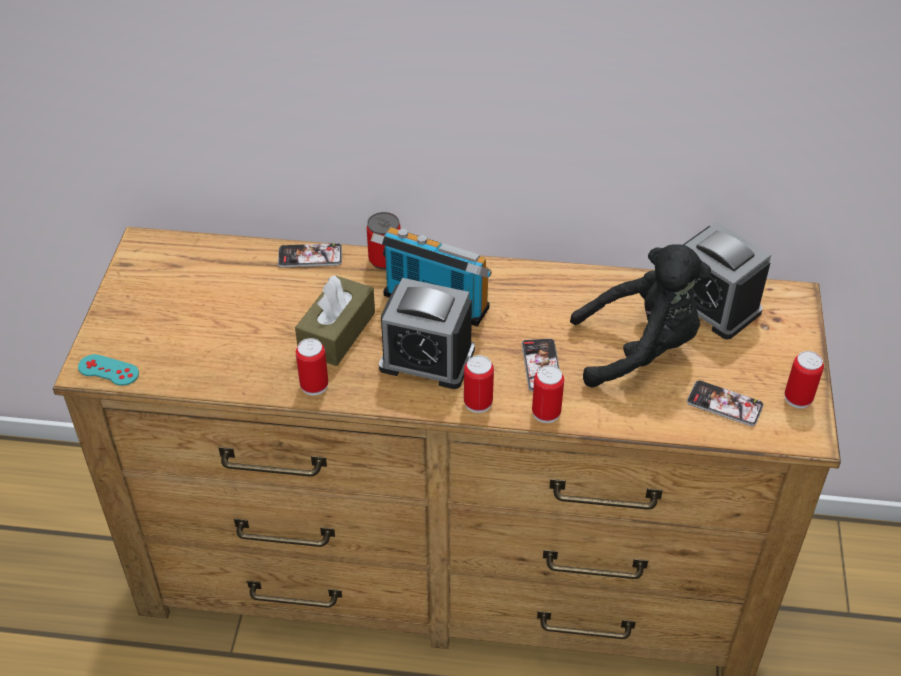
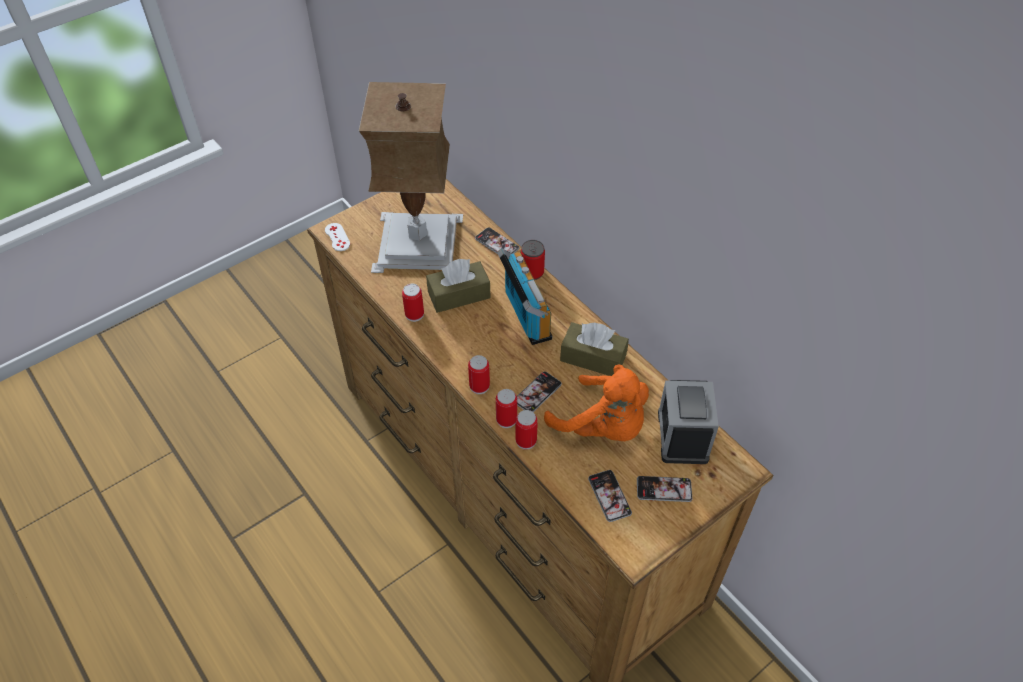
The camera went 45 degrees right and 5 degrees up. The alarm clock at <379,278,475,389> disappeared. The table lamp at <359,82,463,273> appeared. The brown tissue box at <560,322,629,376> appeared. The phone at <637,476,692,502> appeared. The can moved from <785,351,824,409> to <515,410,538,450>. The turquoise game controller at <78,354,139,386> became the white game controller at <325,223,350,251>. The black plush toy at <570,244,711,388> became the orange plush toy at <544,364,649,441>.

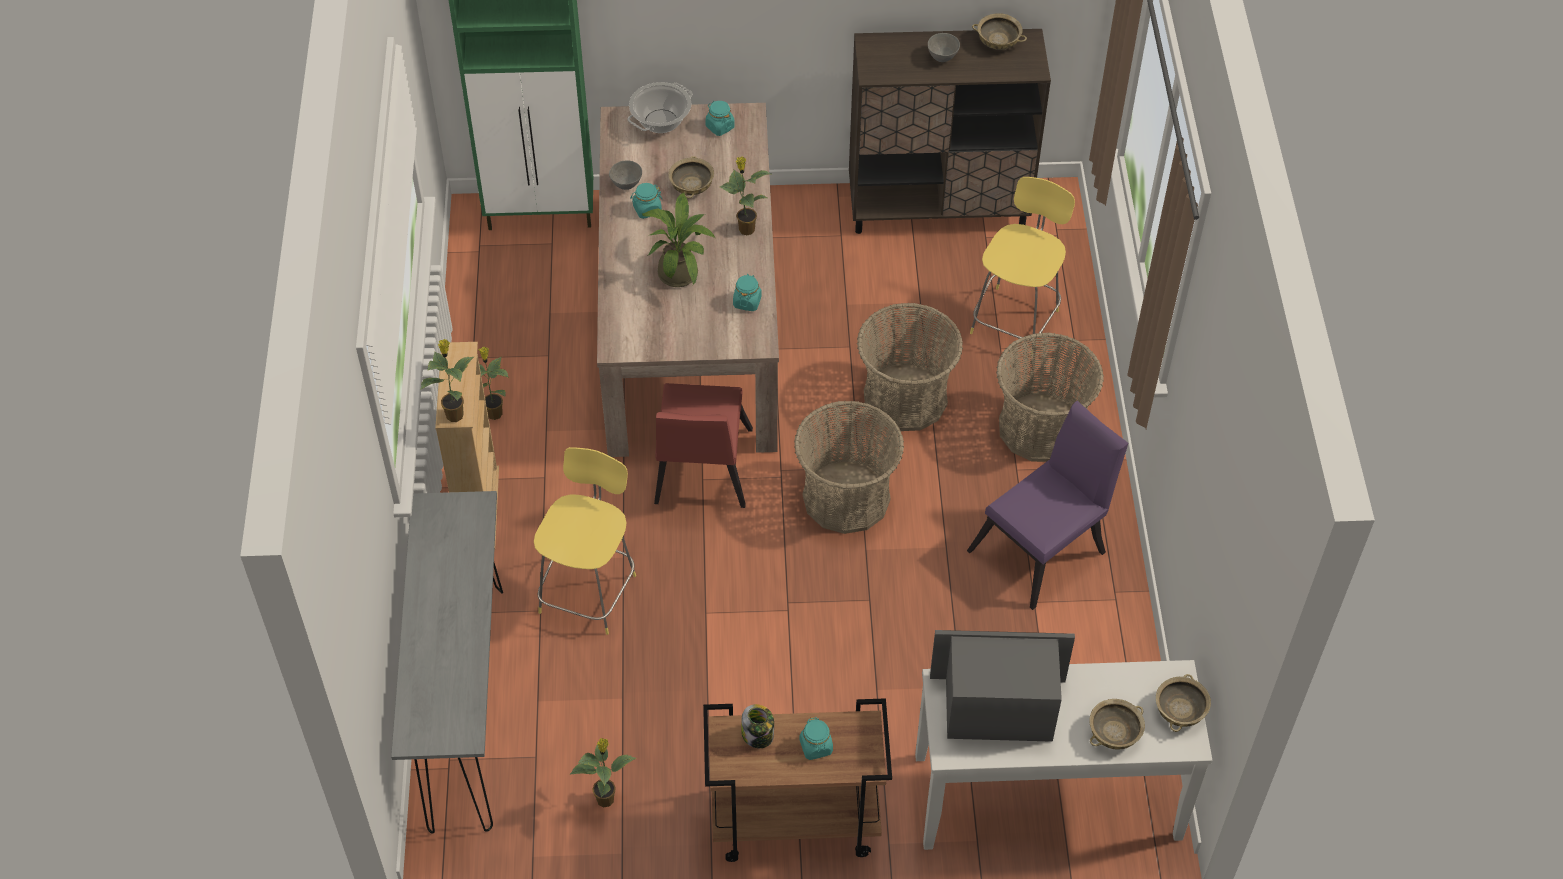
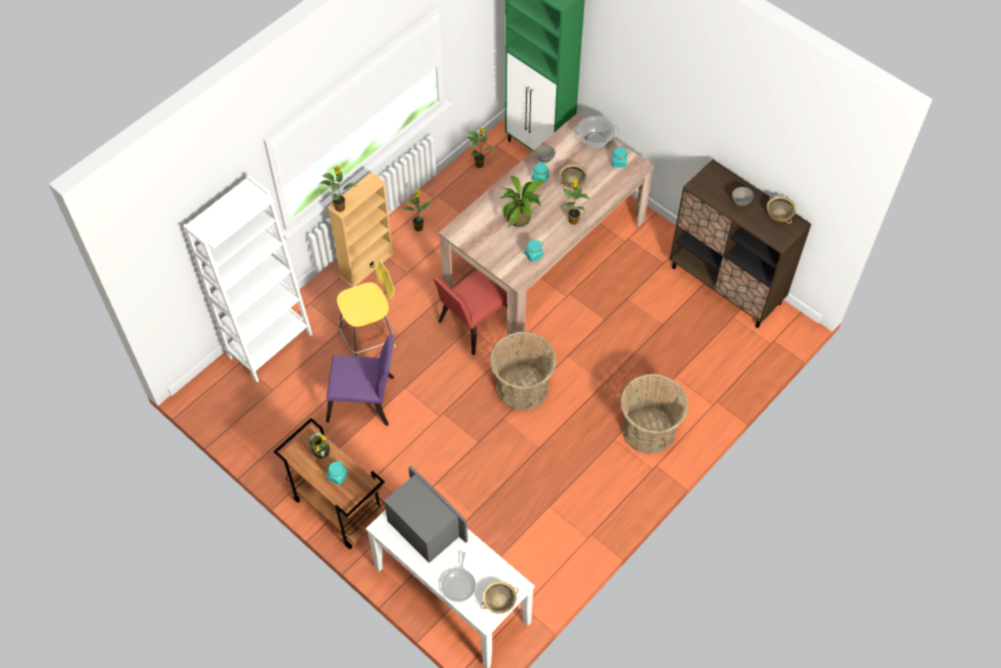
The camera went 45 degrees right and 5 degrees up. The basket at <857,303,963,431> disappeared. The yellow stool at <970,177,1075,354> disappeared. The potted plant moved from <570,738,636,808> to <466,128,496,168>. The purple chair moved from <967,401,1128,610> to <326,335,394,426>. The grey console table at <391,491,503,834> was replaced by the white bookcase at <183,175,313,382>. The beige bowl at <1090,699,1145,750> was replaced by the frying pan at <441,552,476,602>.

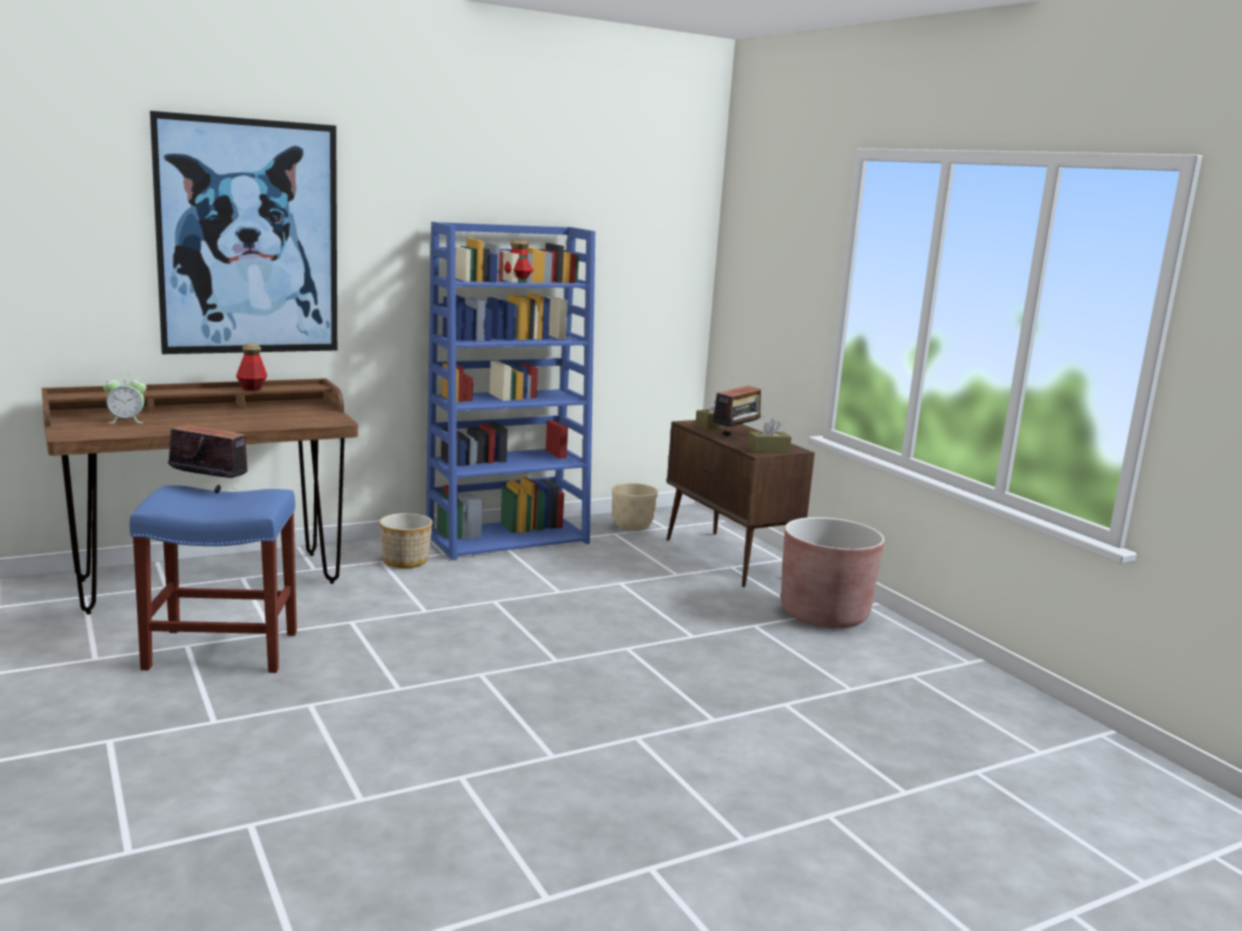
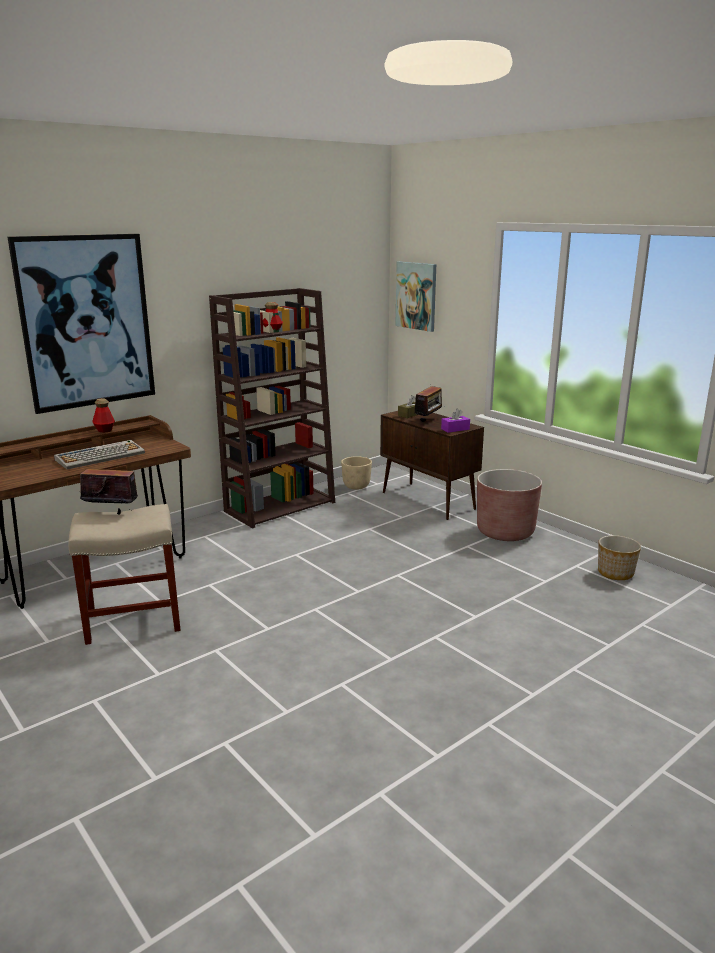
The camera went 10 degrees left and 5 degrees up. The alarm clock at <103,373,146,424> disappeared. The keyboard at <54,440,145,470> appeared. The picture at <395,261,436,332> appeared. The planter moved from <380,513,433,568> to <598,535,641,580>. The blue stool at <130,485,297,673> became the beige stool at <69,504,181,645>. The blue bookcase at <426,222,595,560> became the brown bookcase at <209,288,335,529>. The brown tissue box at <747,419,791,453> became the purple tissue box at <441,409,470,433>.

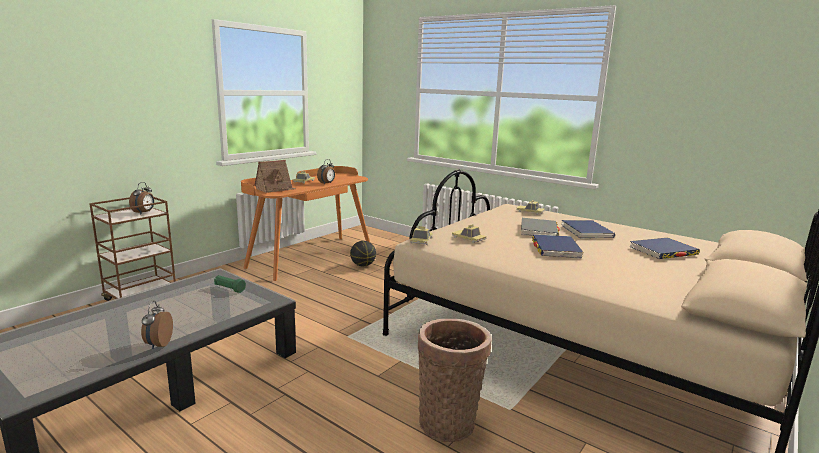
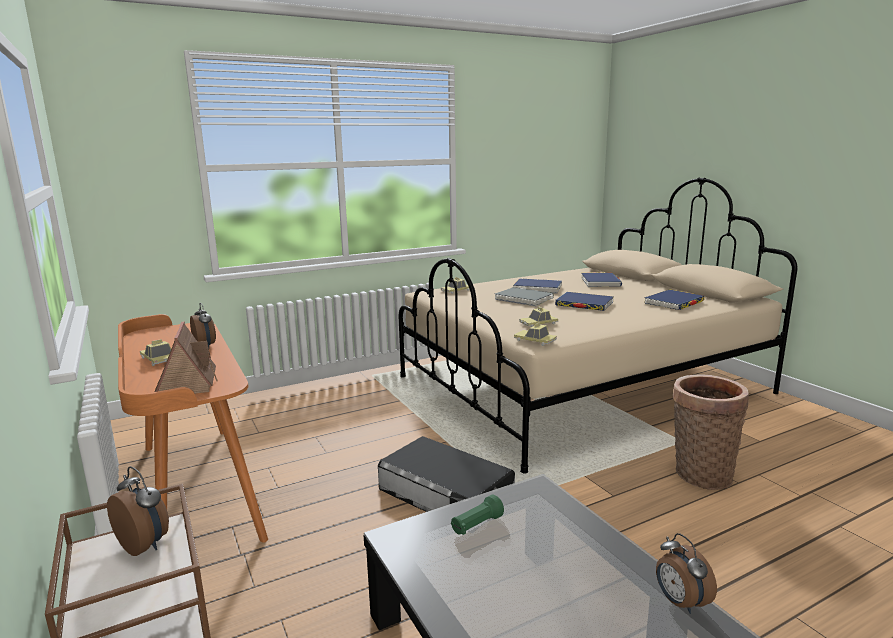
The camera went 65 degrees left and 0 degrees up. The basketball at <350,241,376,267> disappeared. The black storage box at <378,436,515,512> appeared. The blue book at <644,289,705,310> appeared. The alarm clock at <141,301,173,349> turned 45 degrees clockwise.

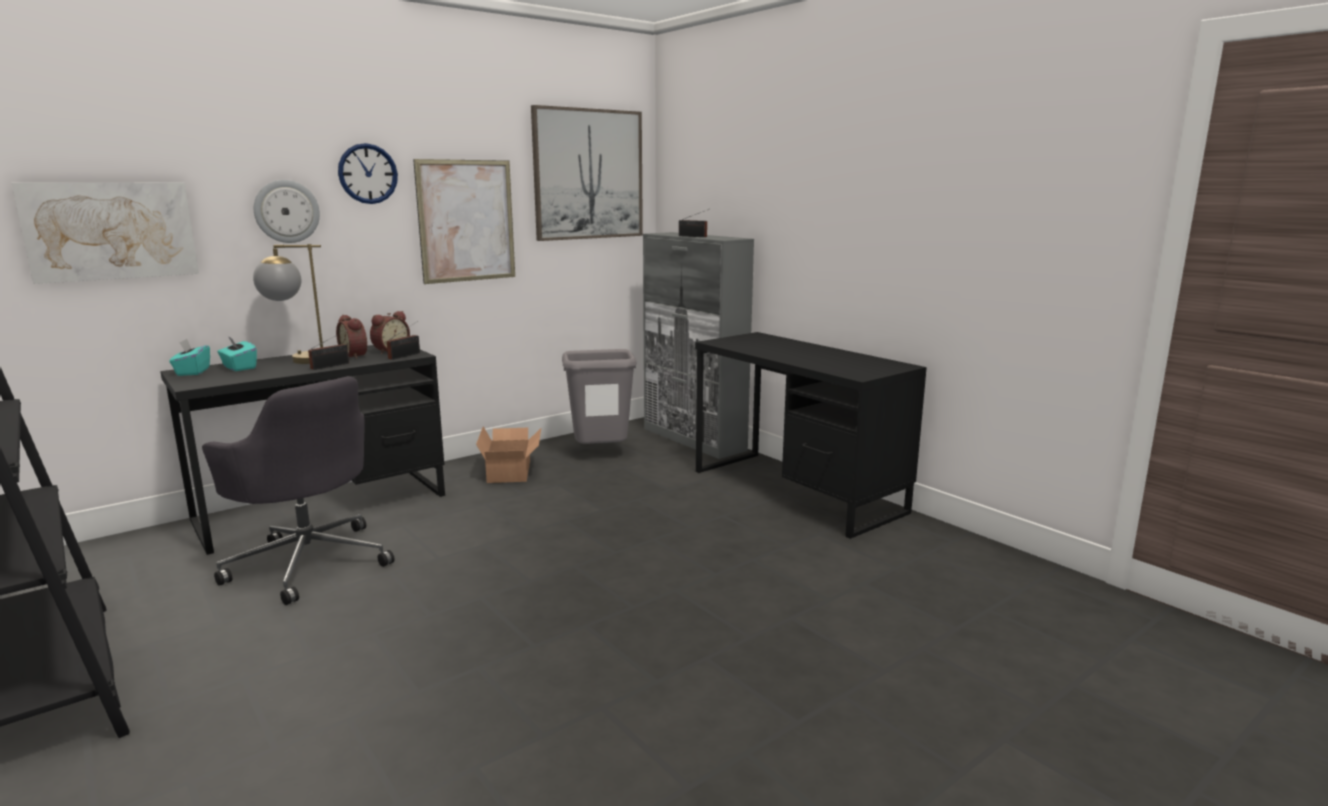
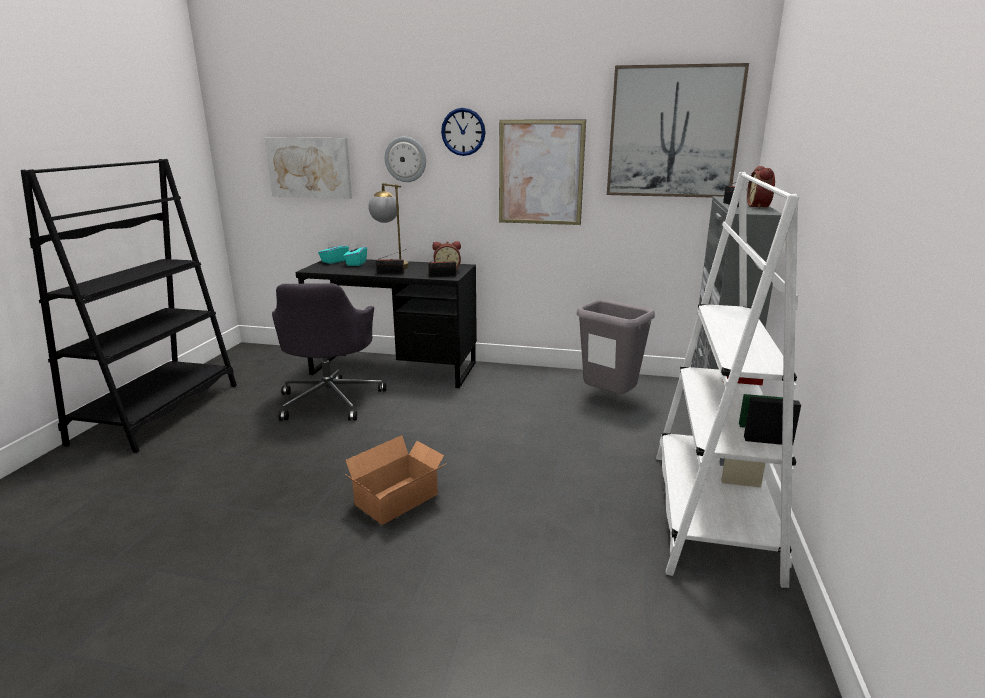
The camera went 50 degrees right and 5 degrees up. The alarm clock moved from <336,315,367,359> to <747,166,775,209>. The cardboard box moved from <476,426,541,483> to <344,435,447,525>. The black desk at <695,332,927,539> was replaced by the white bookcase at <656,172,801,588>.

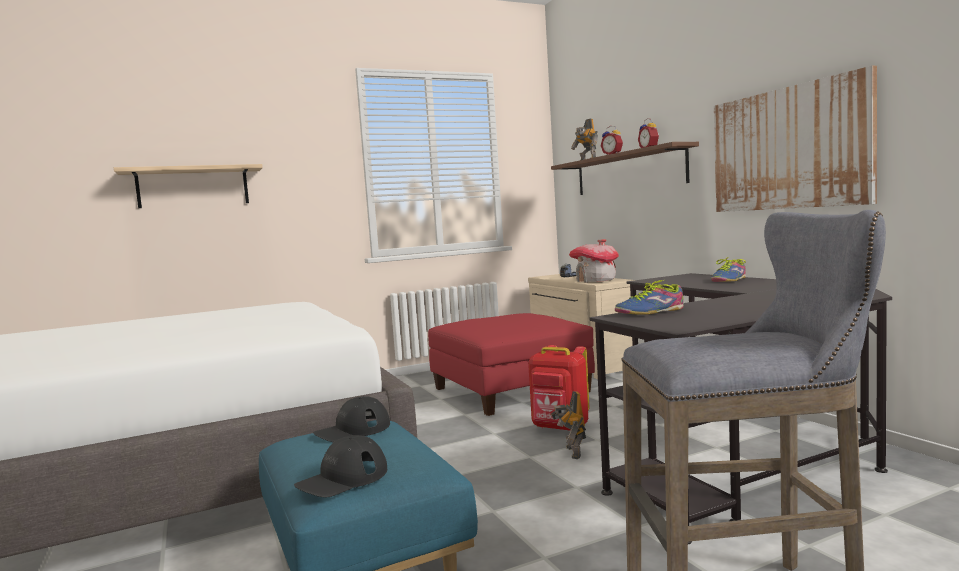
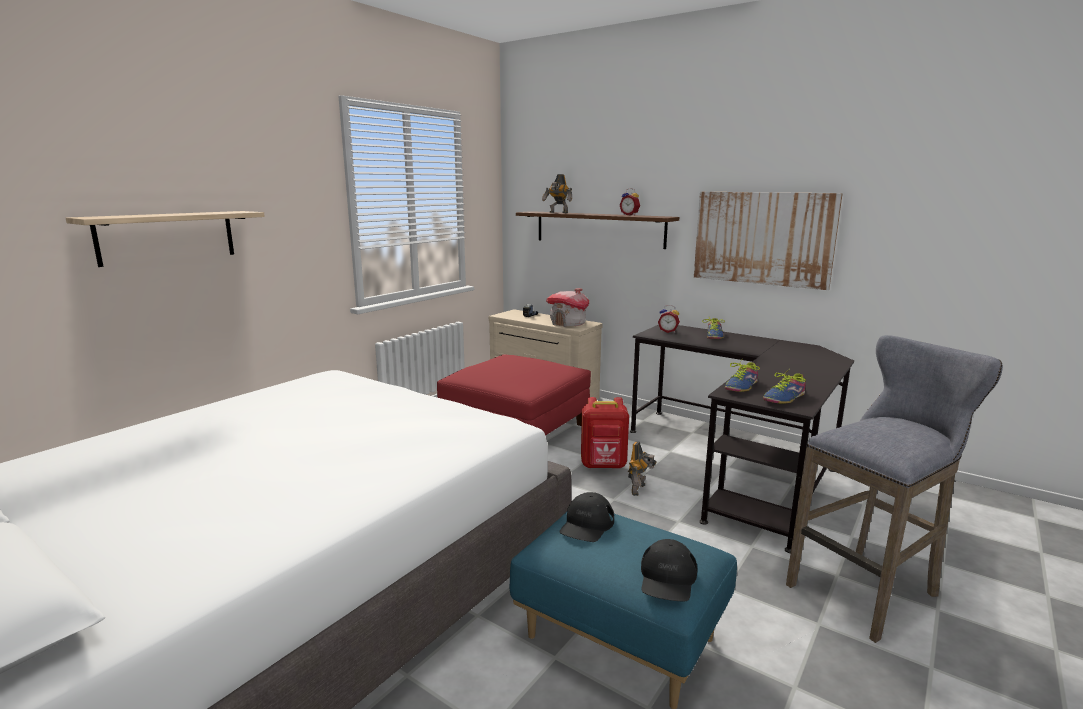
The camera went 30 degrees left and 10 degrees up. The shoe at <763,370,806,403> appeared. The alarm clock moved from <600,126,623,155> to <658,305,680,333>. The toy robot at <551,391,586,459> turned 120 degrees counterclockwise.

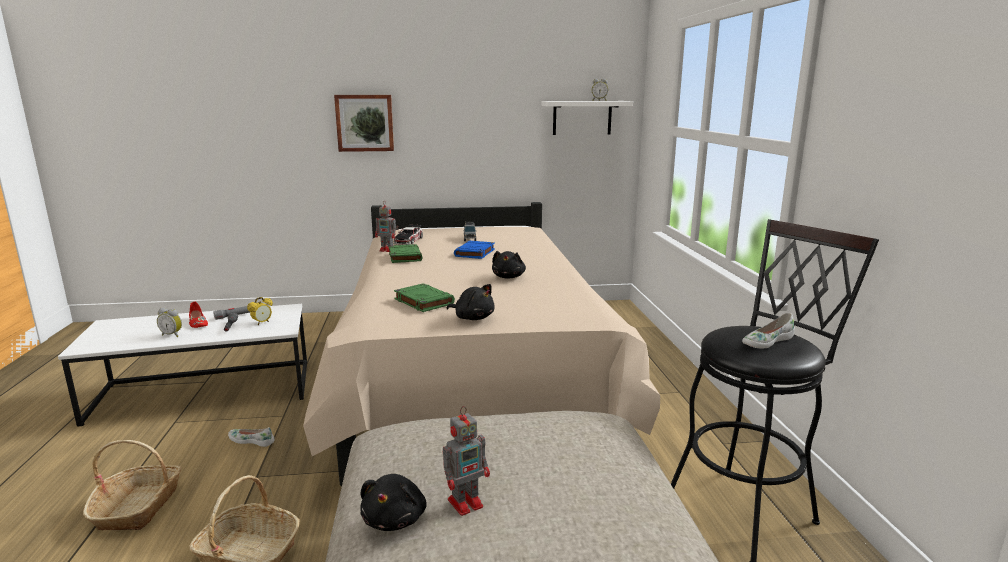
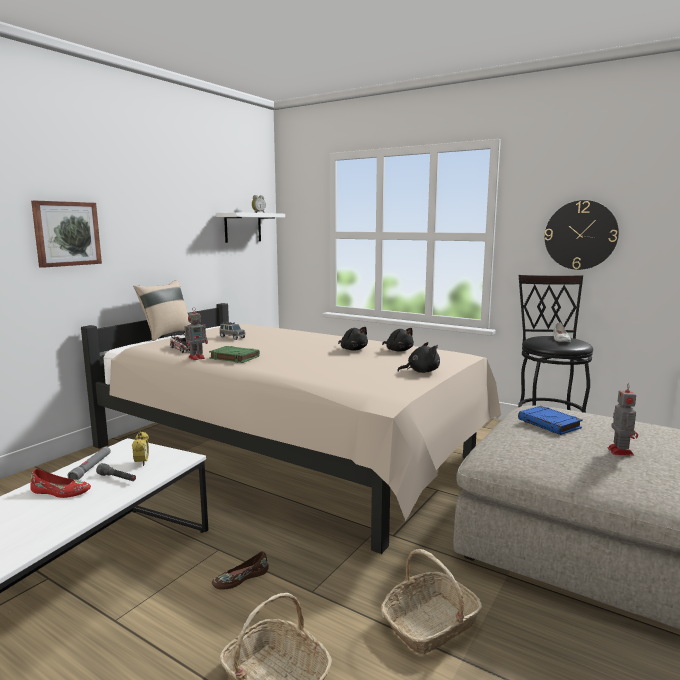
The camera went 50 degrees left and 5 degrees down. The alarm clock at <157,308,182,337> disappeared. The green book at <394,283,455,312> disappeared. The beige pillow at <133,280,191,341> appeared. The wall clock at <545,200,619,270> appeared. The black plush toy moved from <360,474,427,531> to <382,328,414,352>. The blue book moved from <454,241,495,259> to <518,406,583,435>. The white shoe at <228,427,275,447> became the brown shoe at <212,551,269,590>.

